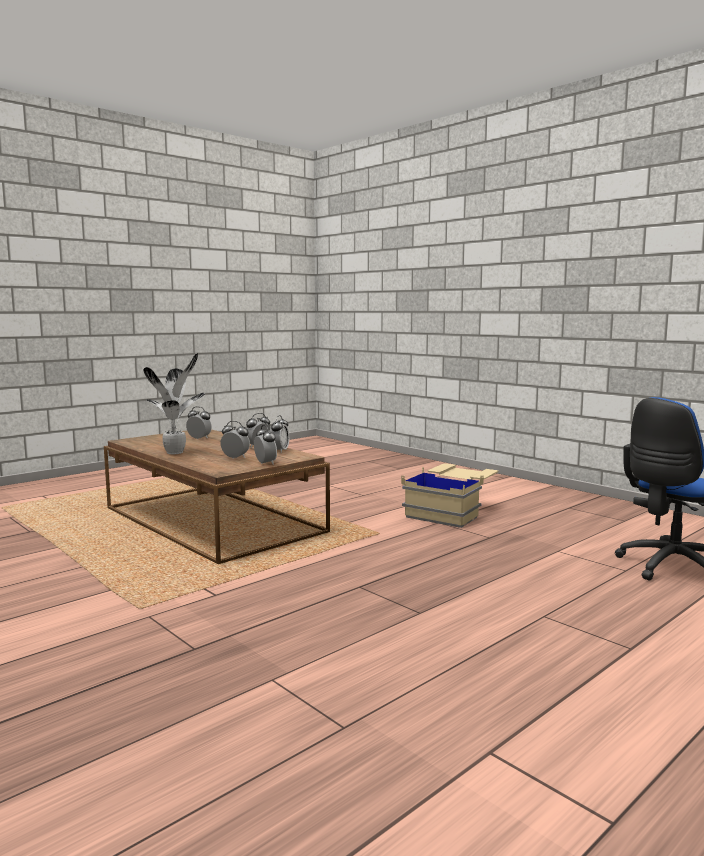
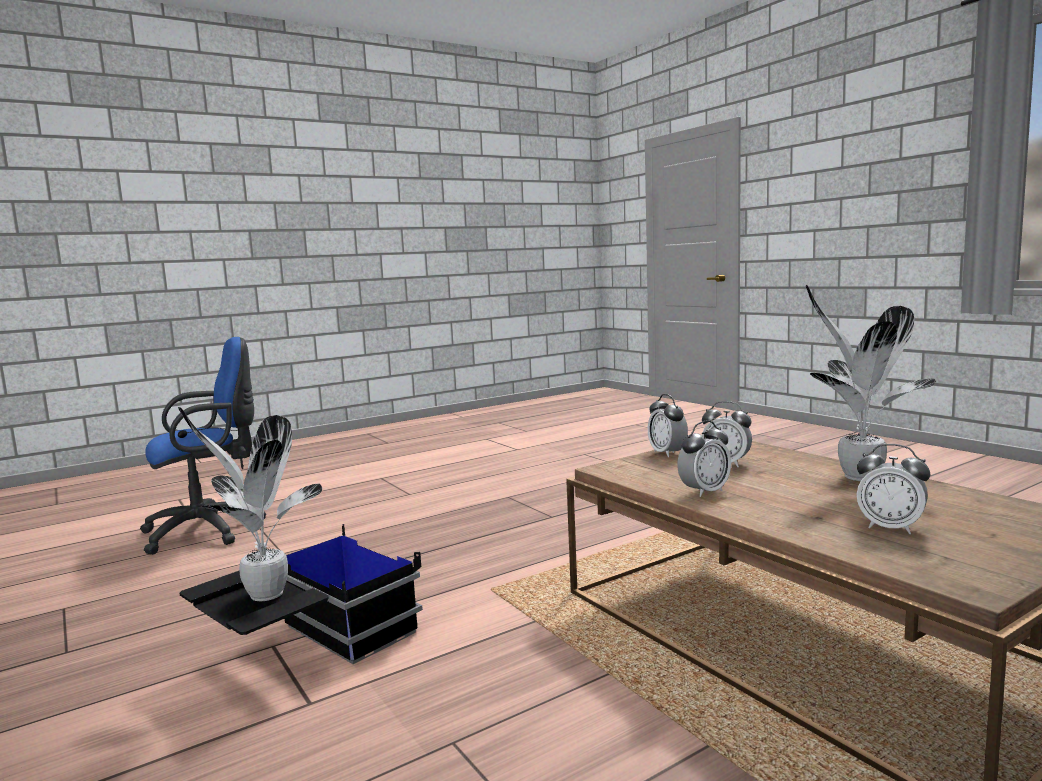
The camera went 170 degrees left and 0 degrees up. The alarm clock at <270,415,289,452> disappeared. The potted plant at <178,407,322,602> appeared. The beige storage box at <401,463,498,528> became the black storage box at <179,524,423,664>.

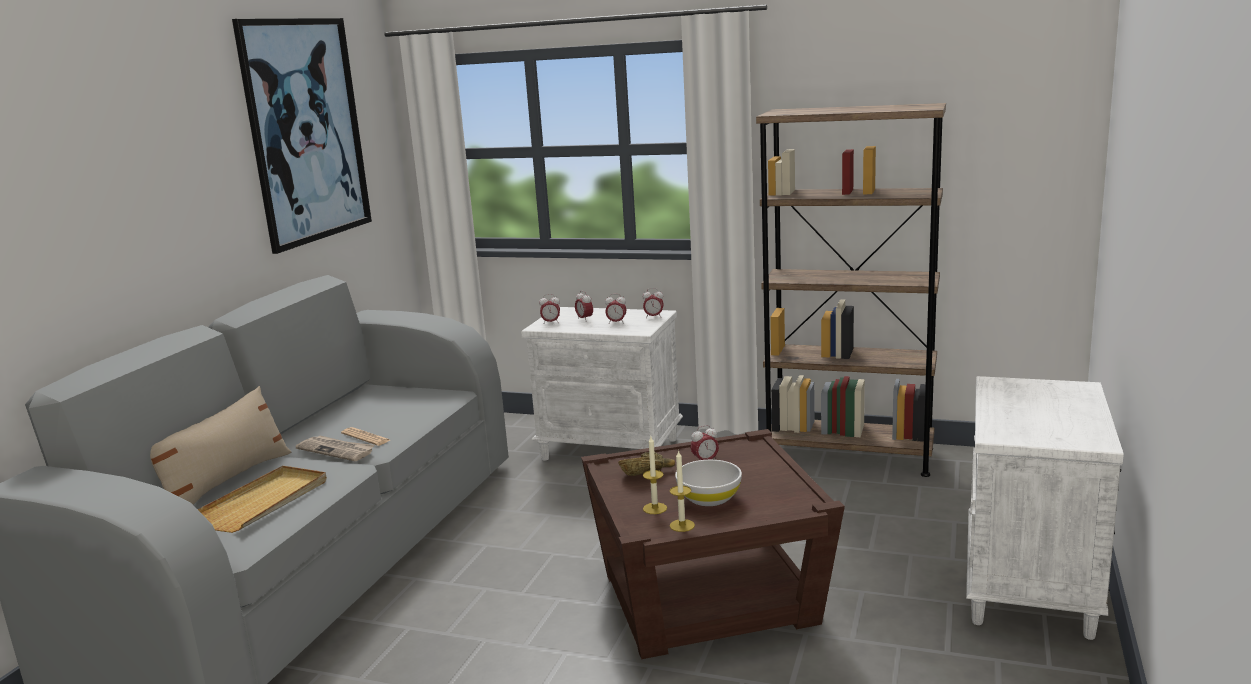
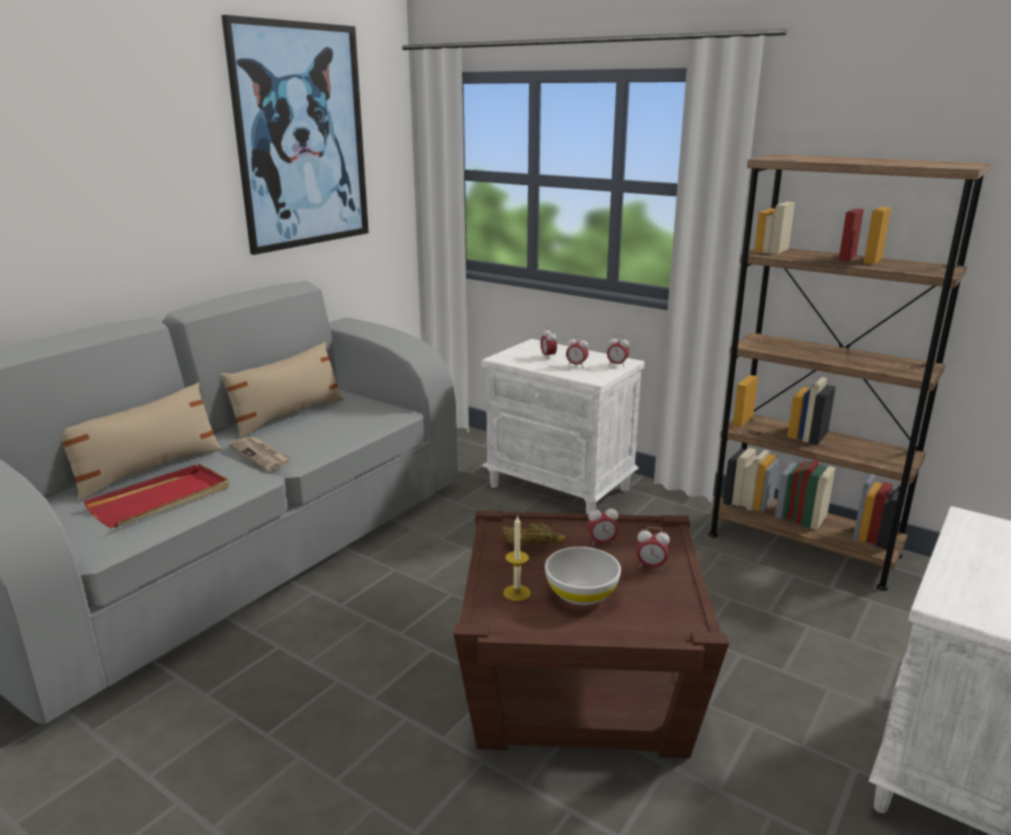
The camera went 15 degrees right and 5 degrees up. The newspaper at <341,427,390,446> disappeared. The candle at <670,450,695,532> disappeared. The beige pillow at <220,342,344,439> appeared. The alarm clock moved from <539,294,560,323> to <637,527,670,571>. The beige tray at <198,466,327,533> became the red tray at <84,464,229,528>.

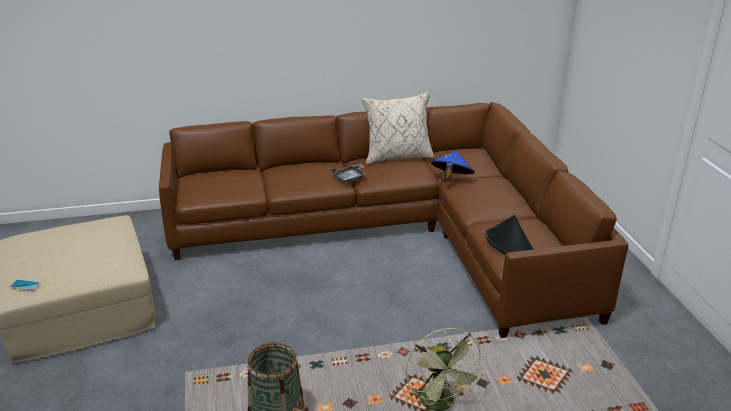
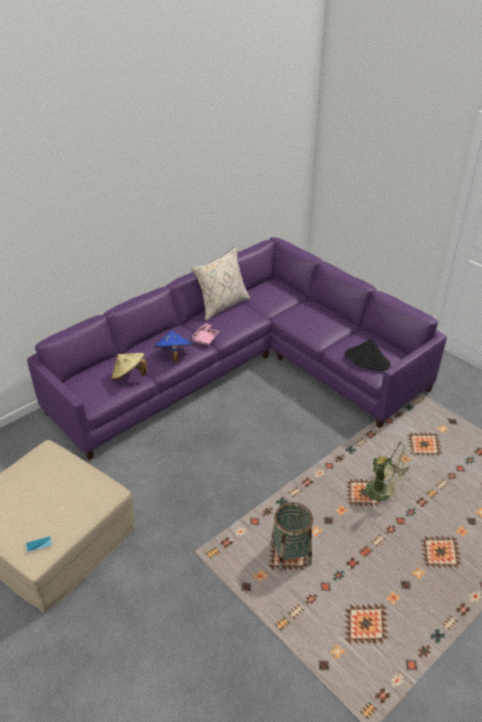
The camera went 30 degrees left and 10 degrees up. The beige hat at <111,353,147,380> appeared. The blue hat moved from <431,151,475,182> to <153,331,193,362>. The brown sofa at <159,102,629,338> became the purple sofa at <27,237,447,460>. The grey tray at <332,164,367,183> became the pink tray at <190,324,220,345>.

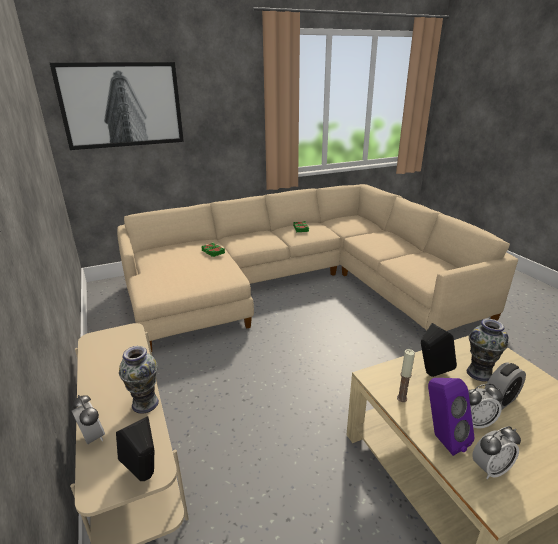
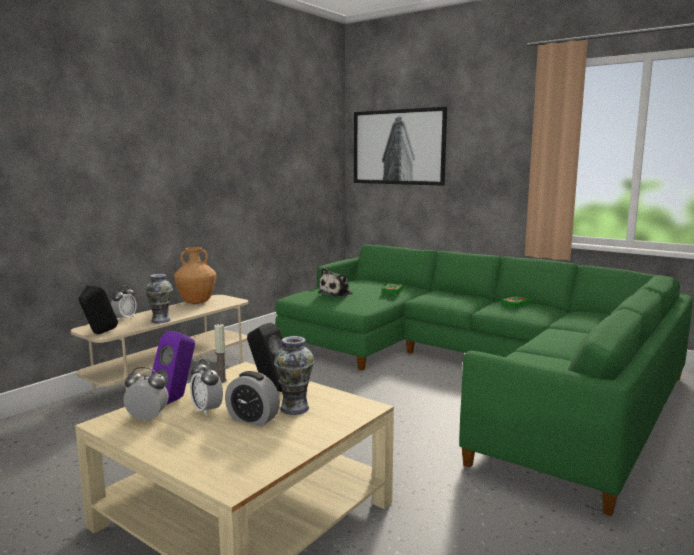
The camera went 60 degrees right and 15 degrees down. The brown vase at <174,247,216,304> appeared. The plush toy at <318,268,353,297> appeared. The beige sofa at <117,184,518,352> became the green sofa at <275,245,692,516>. The alarm clock at <472,426,521,479> turned 150 degrees clockwise.

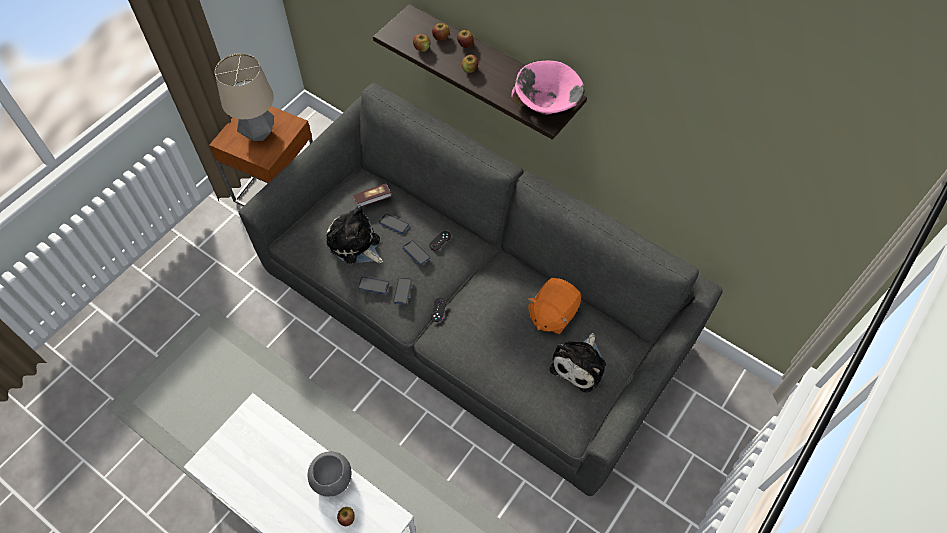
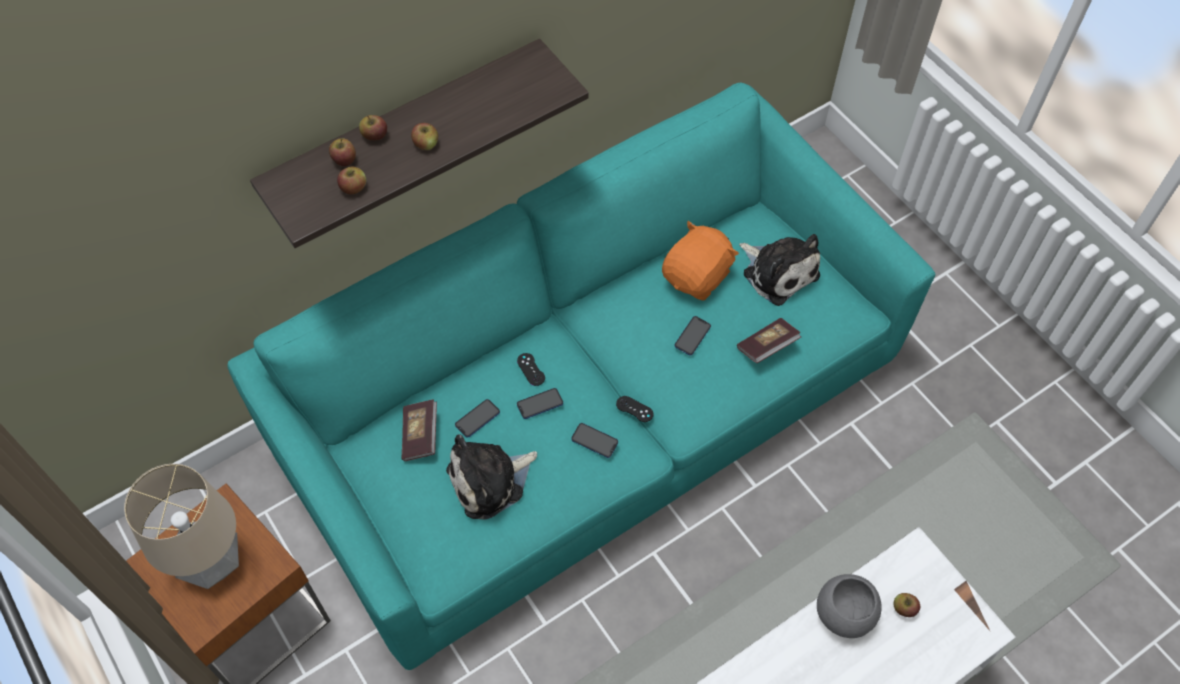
The camera went 70 degrees left and 0 degrees up. The pink bowl at <511,61,585,115> disappeared. The book at <737,318,801,363> appeared. The phone moved from <358,276,389,294> to <674,316,711,355>. The grey sofa at <239,83,722,496> became the turquoise sofa at <227,83,935,670>. The orange plush toy at <528,278,581,334> turned 105 degrees counterclockwise.

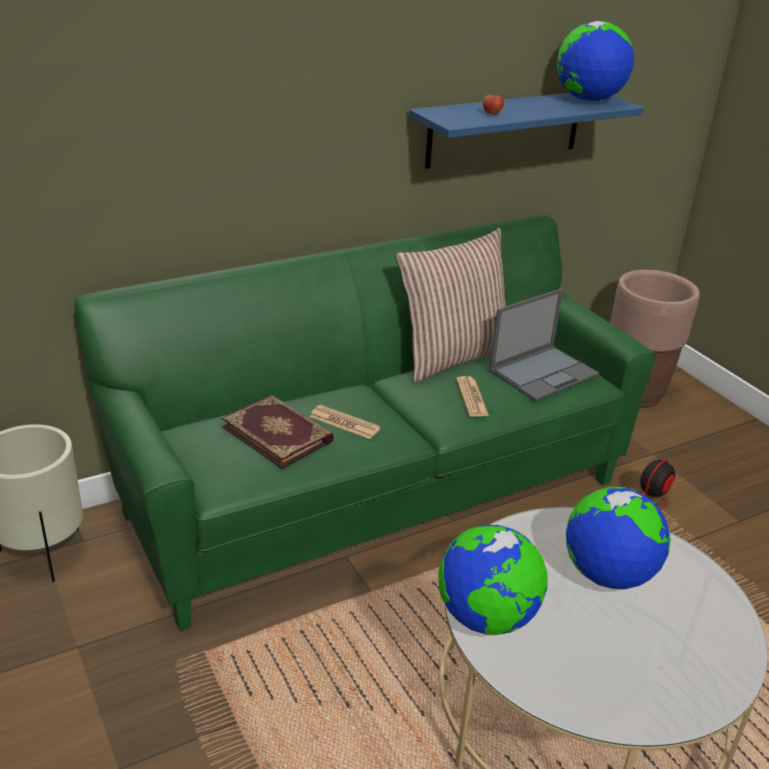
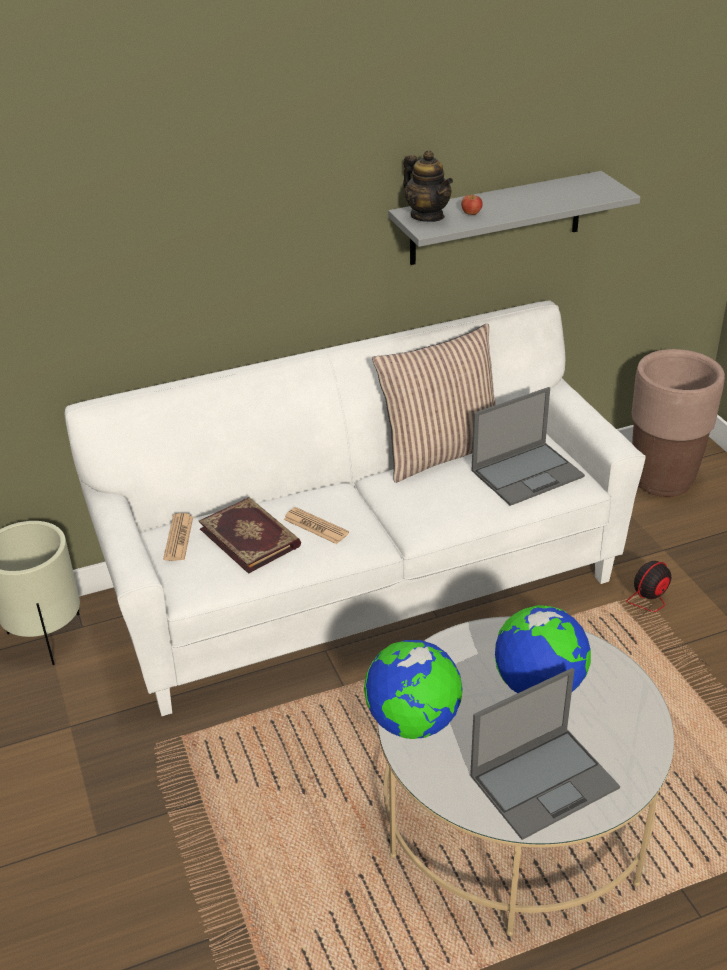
The camera went 10 degrees right and 5 degrees up. The globe at <557,21,634,102> disappeared. The teapot at <403,150,453,222> appeared. The laptop at <470,668,620,840> appeared. The newspaper moved from <456,376,489,417> to <163,513,193,561>. The green sofa at <75,215,656,631> became the white sofa at <65,300,646,716>. The blue shelf at <409,93,644,169> became the grey shelf at <388,171,640,265>.

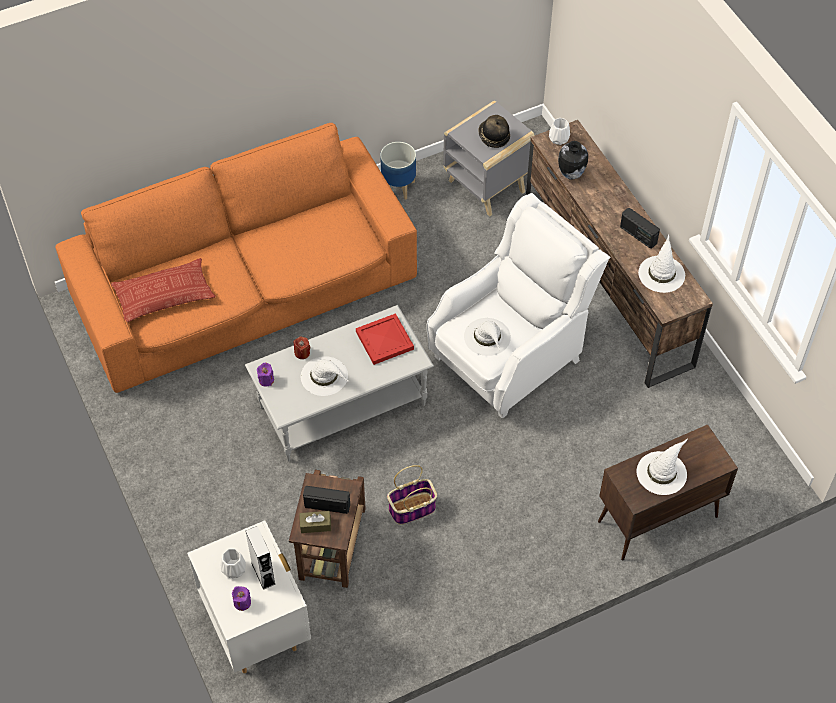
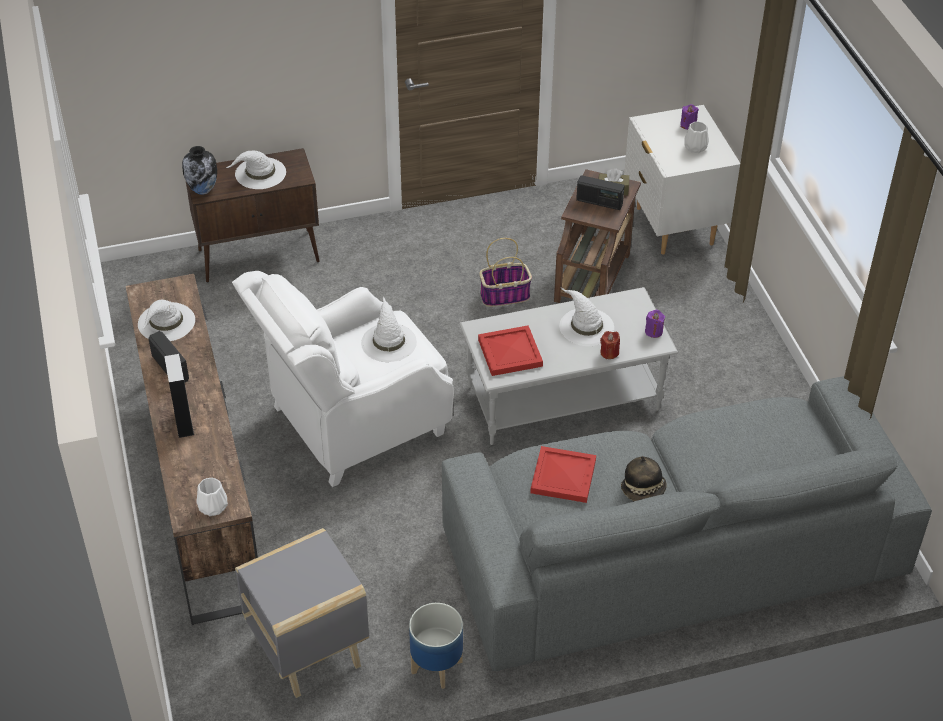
The camera went 170 degrees left and 10 degrees down. The pillow at <111,258,216,322> disappeared. The red tray at <530,446,596,503> appeared. The grey speaker moved from <245,526,276,590> to <164,354,194,438>. The hat moved from <478,115,510,148> to <621,456,667,501>. The vase moved from <558,141,588,180> to <182,146,217,195>. The orange sofa at <55,123,417,393> became the grey sofa at <442,376,932,671>.

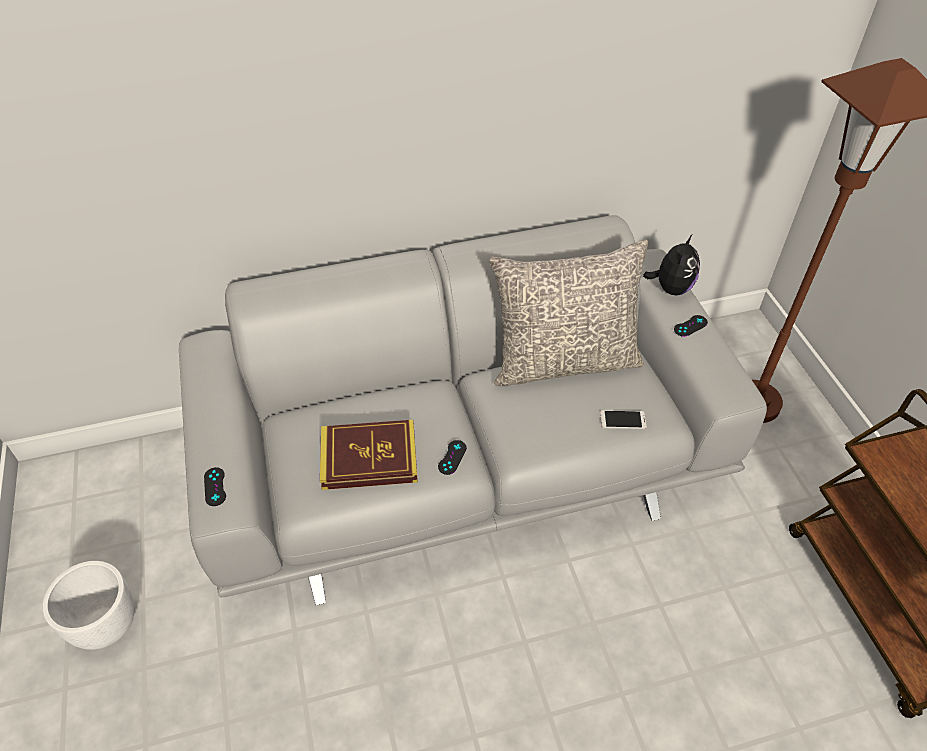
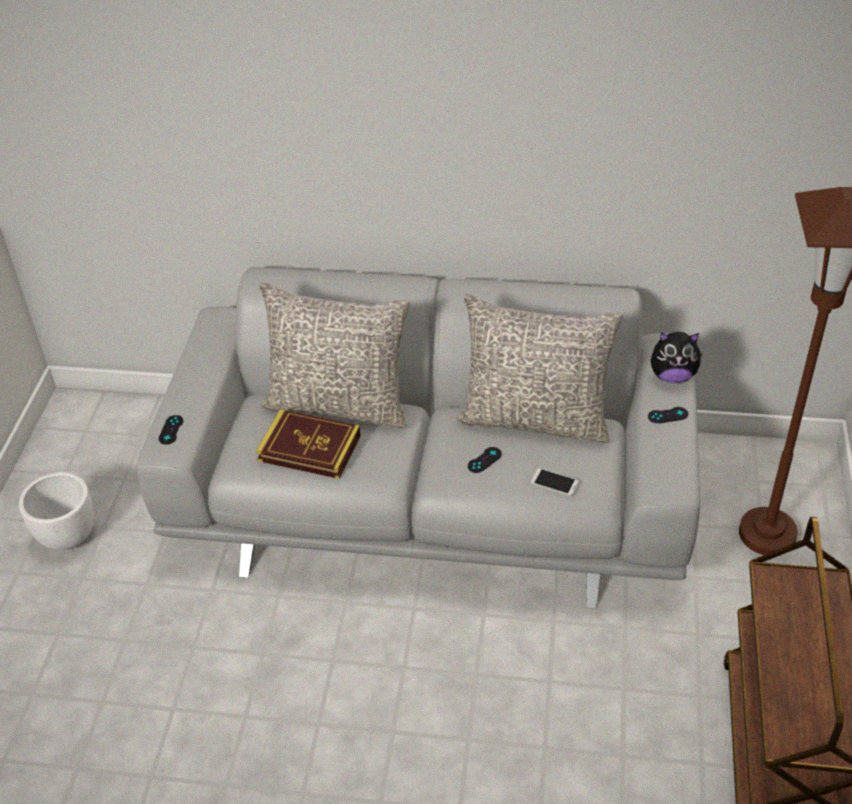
The camera went 25 degrees right and 5 degrees down. The grey pillow at <260,282,410,429> appeared. The black game controller moved from <438,440,467,475> to <468,447,502,473>. The plush toy at <643,235,700,295> turned 45 degrees clockwise.

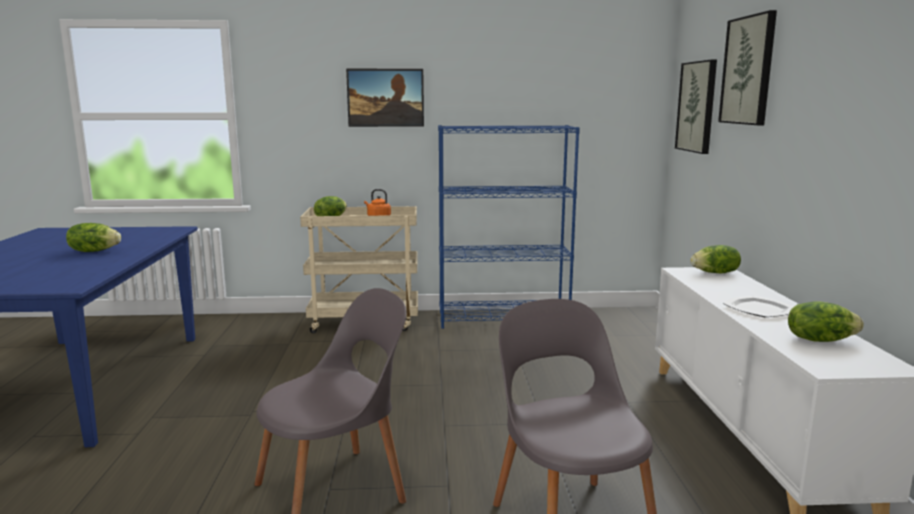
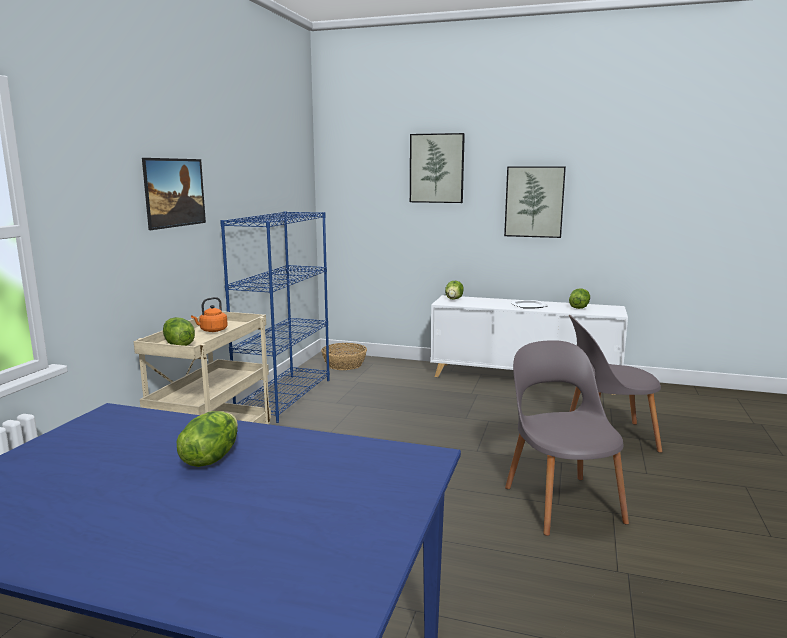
The camera went 70 degrees left and 0 degrees up. The basket at <321,343,367,370> appeared. The picture moved from <675,60,717,154> to <504,166,566,238>.

